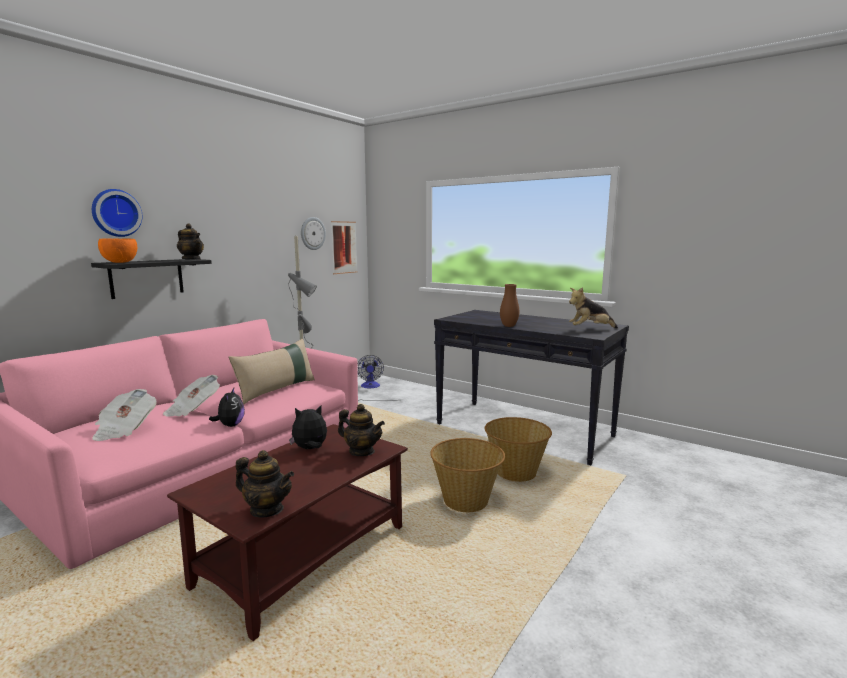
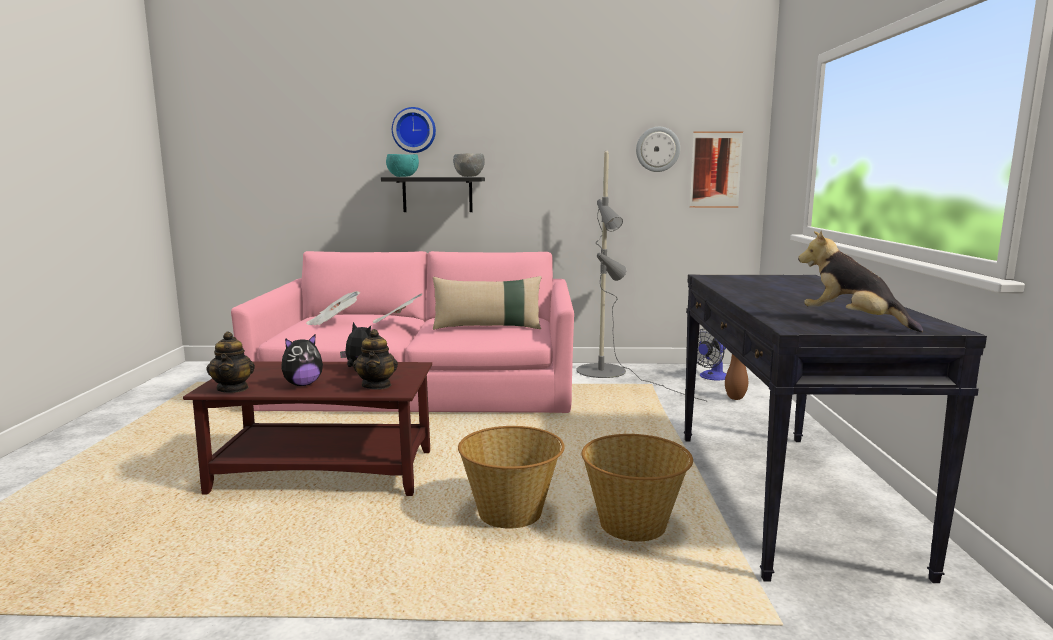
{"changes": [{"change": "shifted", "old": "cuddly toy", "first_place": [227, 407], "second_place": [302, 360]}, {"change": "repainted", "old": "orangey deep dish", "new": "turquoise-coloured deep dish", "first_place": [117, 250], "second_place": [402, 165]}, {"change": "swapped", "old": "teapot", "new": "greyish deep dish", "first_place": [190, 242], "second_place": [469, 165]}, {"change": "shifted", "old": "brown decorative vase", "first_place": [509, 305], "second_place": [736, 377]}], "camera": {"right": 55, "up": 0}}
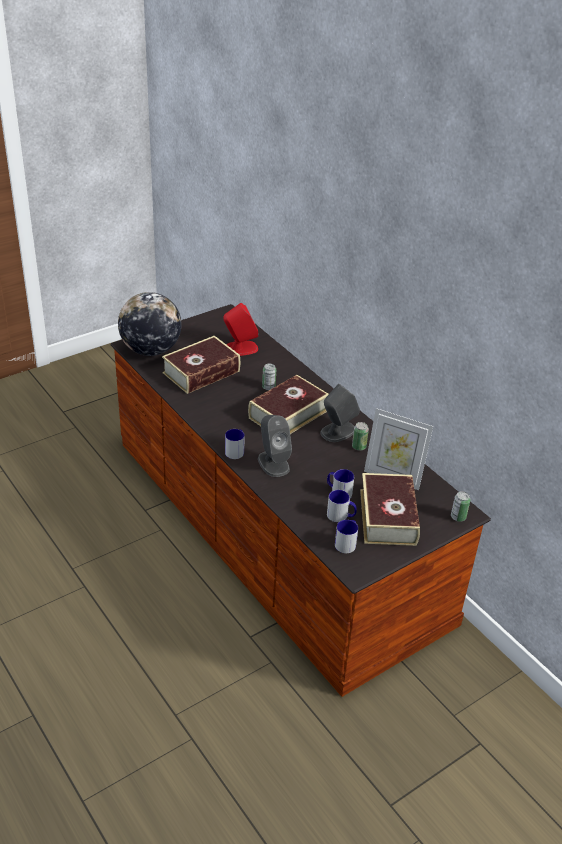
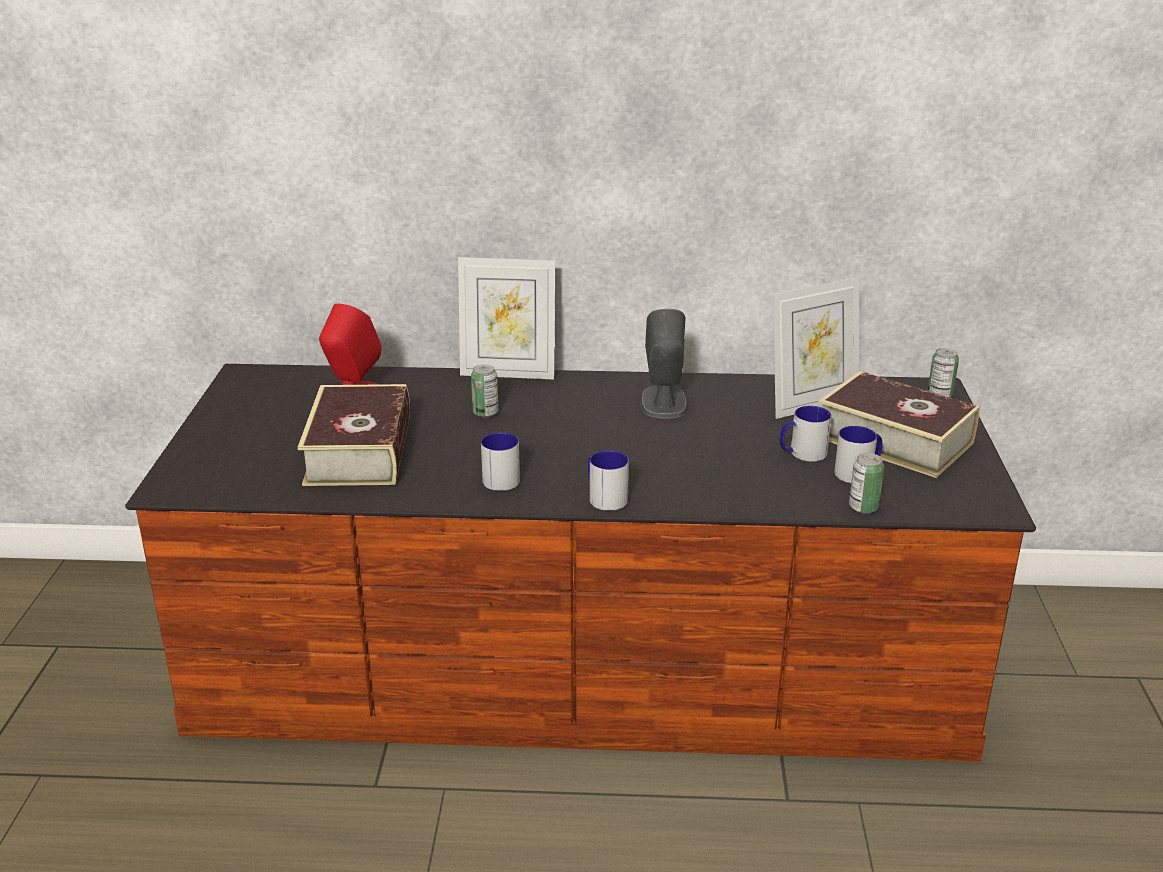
{"changes": [{"change": "new", "new": "standing frame", "second_place": [506, 318]}, {"change": "shifted", "old": "mug", "first_place": [346, 536], "second_place": [500, 461]}, {"change": "shifted", "old": "metal can", "first_place": [360, 436], "second_place": [866, 483]}, {"change": "gone", "old": "desk globe", "first_place": [149, 324]}, {"change": "gone", "old": "book", "first_place": [288, 404]}, {"change": "gone", "old": "greyish loudspeaker", "first_place": [275, 446]}], "camera": {"right": -50, "up": -10}}
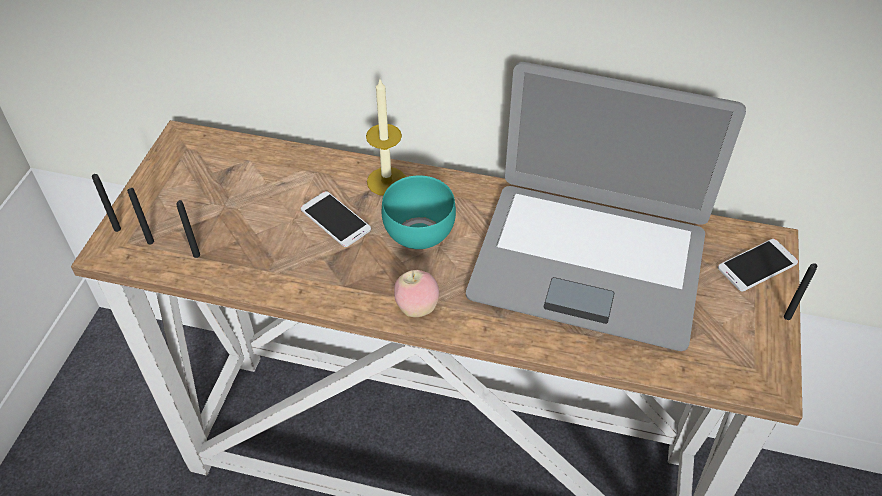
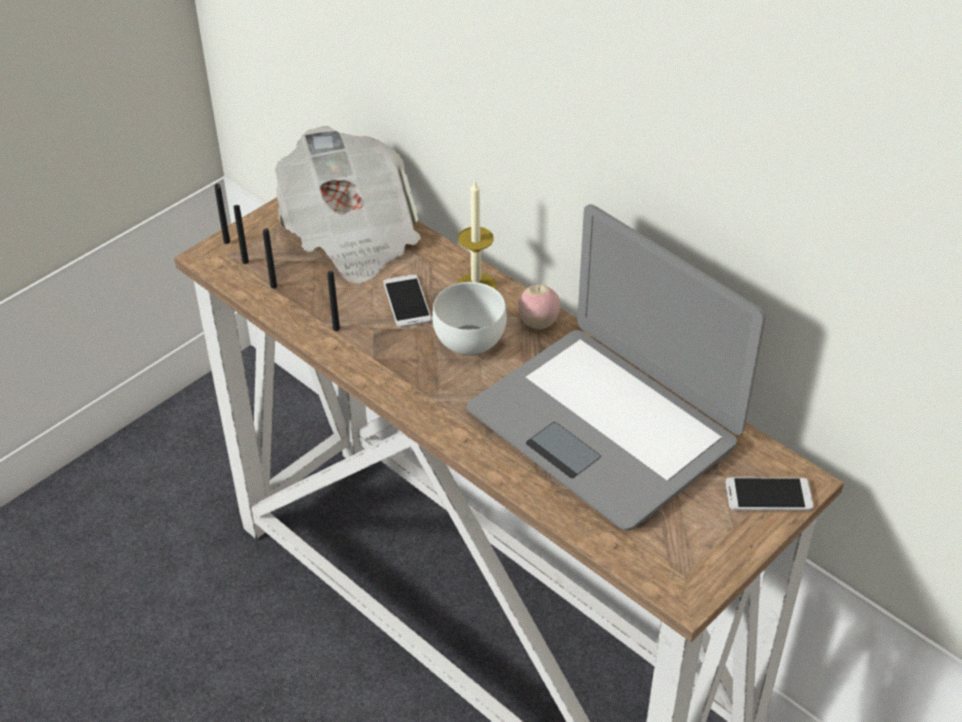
{"changes": [{"change": "new", "new": "newspaper", "second_place": [348, 205]}, {"change": "shifted", "old": "blackish wax candle", "first_place": [801, 291], "second_place": [333, 301]}, {"change": "repainted", "old": "turquoise-coloured deep dish", "new": "white-coloured deep dish", "first_place": [419, 212], "second_place": [469, 319]}, {"change": "shifted", "old": "whole apple", "first_place": [416, 293], "second_place": [539, 307]}], "camera": {"right": 30, "up": -5}}
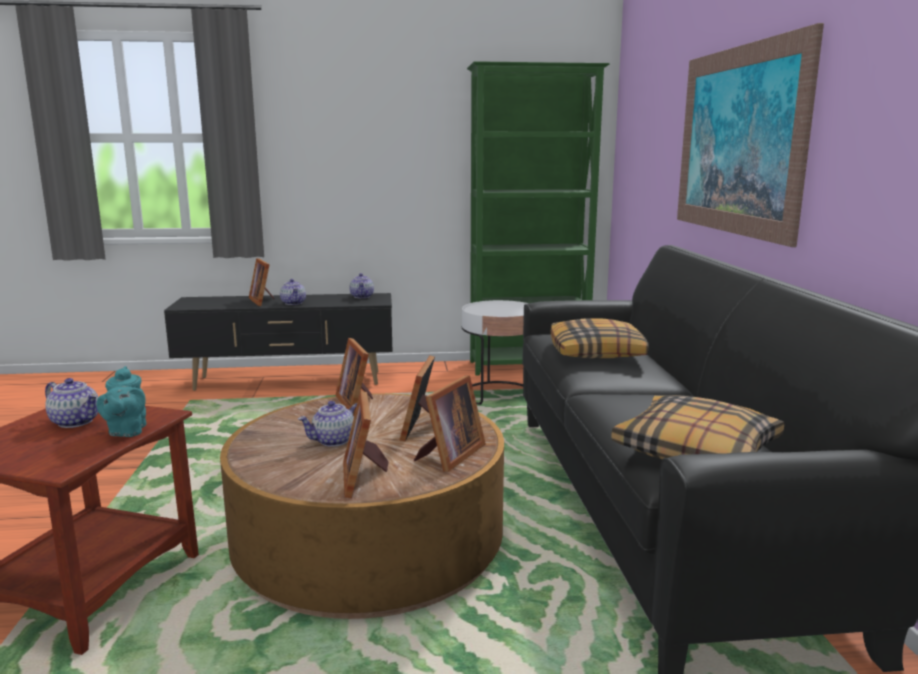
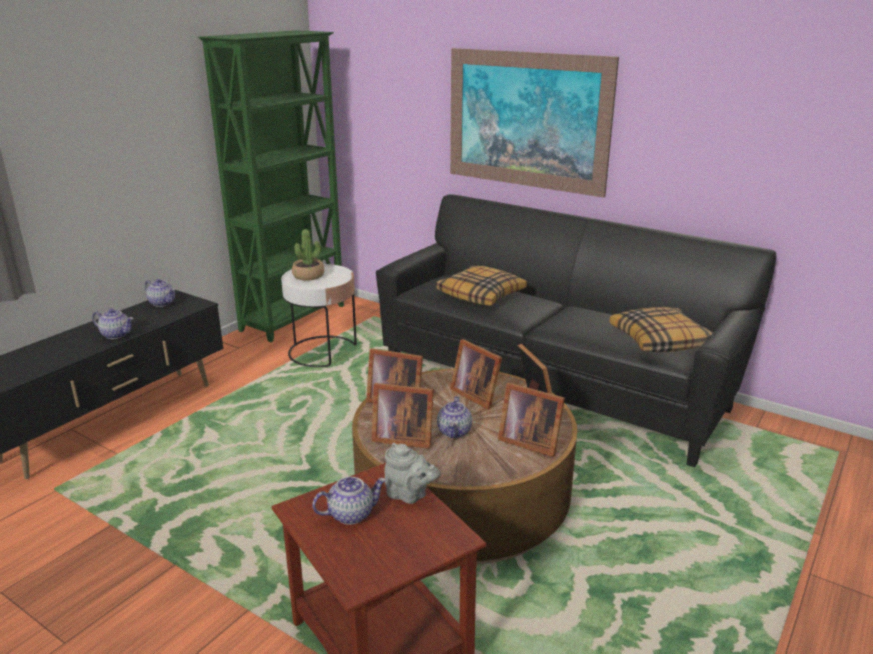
{"changes": [{"change": "new", "new": "potted plant", "second_place": [308, 255]}, {"change": "shifted", "old": "standing frame", "first_place": [261, 282], "second_place": [403, 416]}, {"change": "repainted", "old": "turquoise-coloured teapot", "new": "greyish teapot", "first_place": [121, 401], "second_place": [412, 473]}], "camera": {"right": -50, "up": 10}}
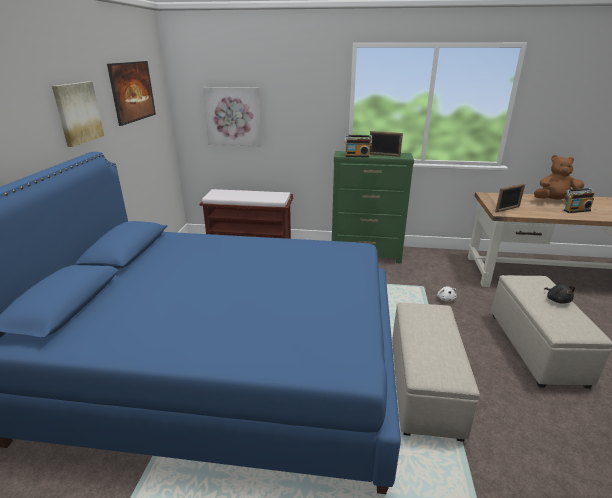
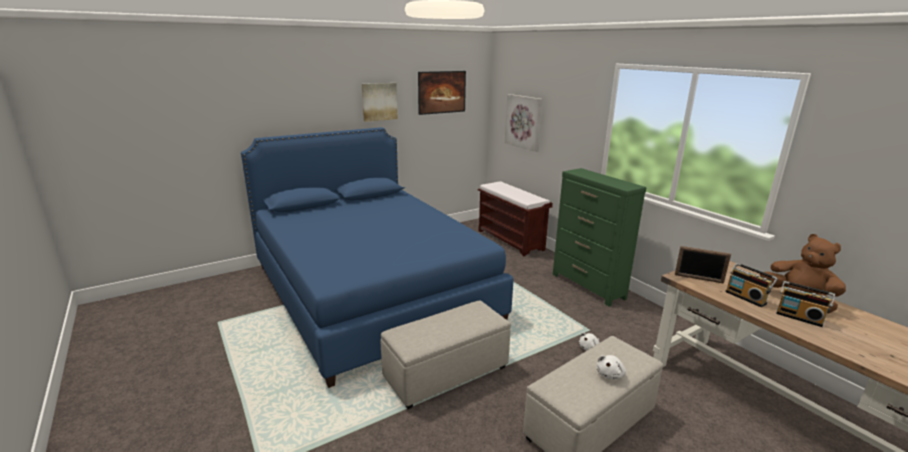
{"changes": [{"change": "repainted", "old": "blackish cuddly toy", "new": "white-coloured cuddly toy", "first_place": [559, 294], "second_place": [611, 367]}, {"change": "shifted", "old": "radio set", "first_place": [358, 146], "second_place": [751, 285]}, {"change": "gone", "old": "standing frame", "first_place": [386, 144]}], "camera": {"right": 50, "up": -5}}
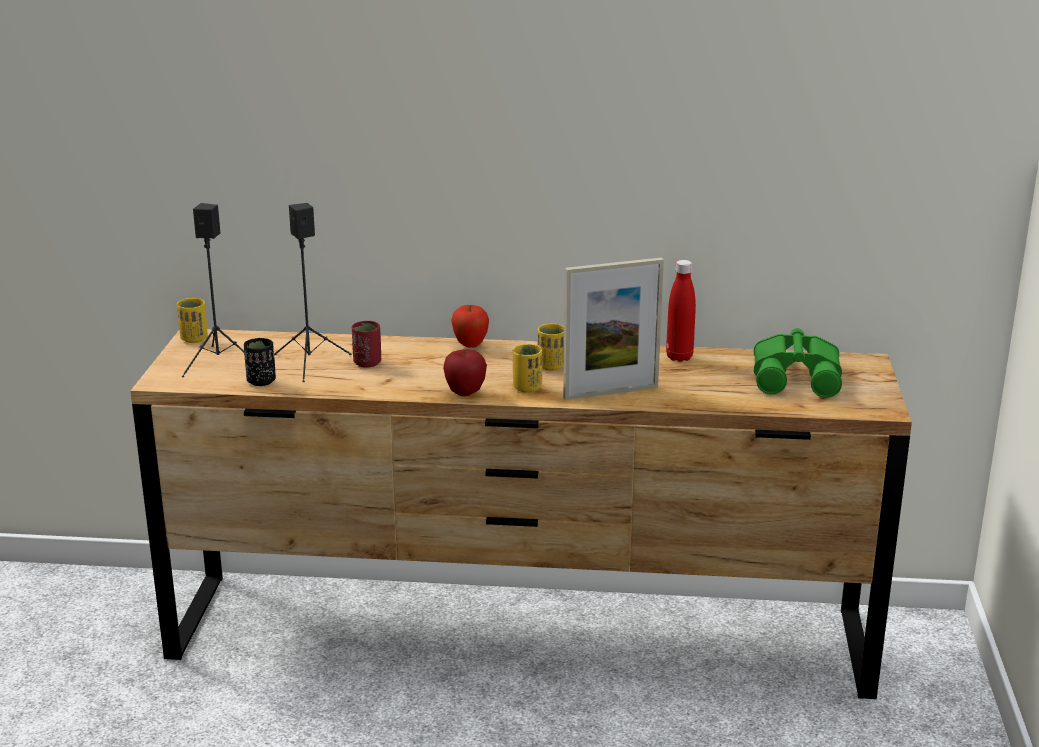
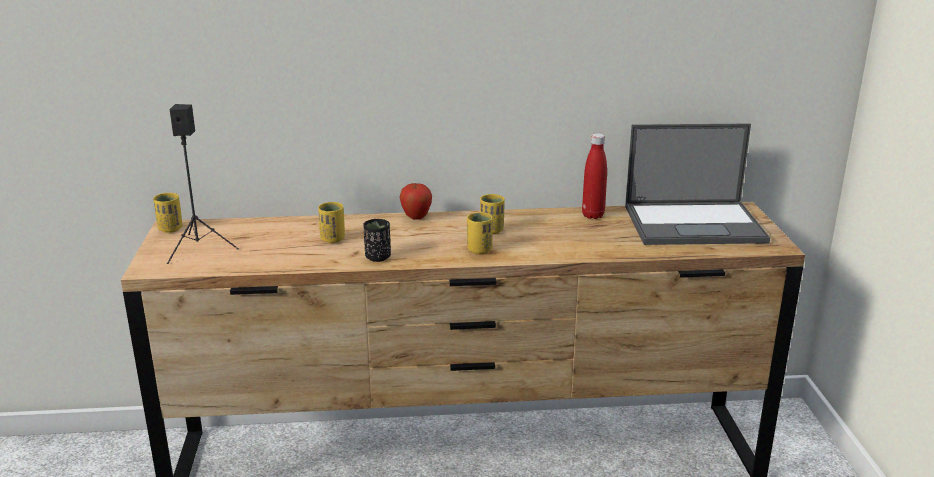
{"changes": [{"change": "repainted", "old": "reddish cup", "new": "yellowish cup", "first_place": [366, 344], "second_place": [331, 222]}, {"change": "shifted", "old": "blackish cup", "first_place": [260, 362], "second_place": [377, 240]}, {"change": "swapped", "old": "greenish pair of binoculars", "new": "notebook computer", "first_place": [798, 363], "second_place": [697, 184]}, {"change": "gone", "old": "blackish loudspeaker", "first_place": [313, 292]}, {"change": "gone", "old": "whole apple", "first_place": [465, 372]}, {"change": "gone", "old": "standing frame", "first_place": [613, 329]}], "camera": {"right": -10, "up": 0}}
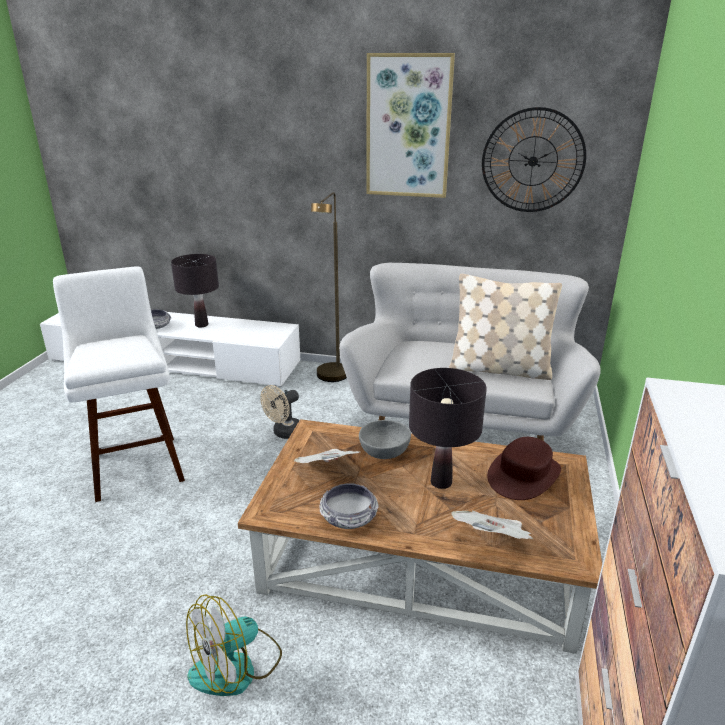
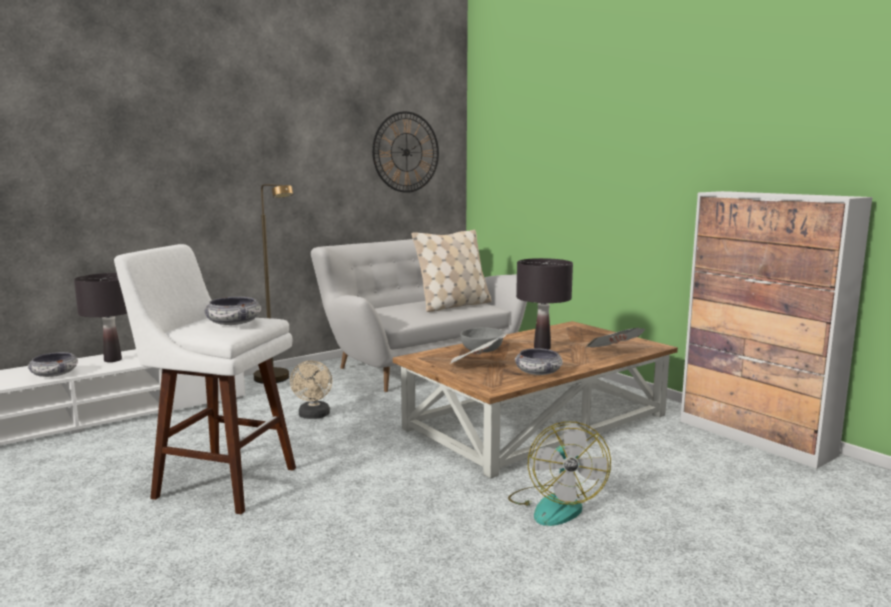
{"changes": [{"change": "new", "new": "deep dish", "second_place": [232, 311]}, {"change": "gone", "old": "wall art", "first_place": [410, 125]}, {"change": "gone", "old": "brown hat", "first_place": [524, 468]}], "camera": {"right": -50, "up": -15}}
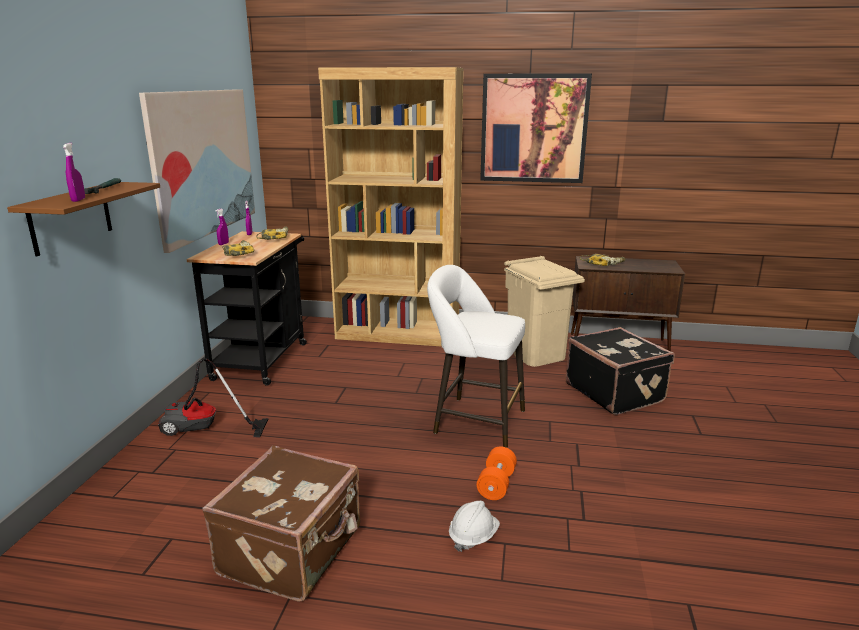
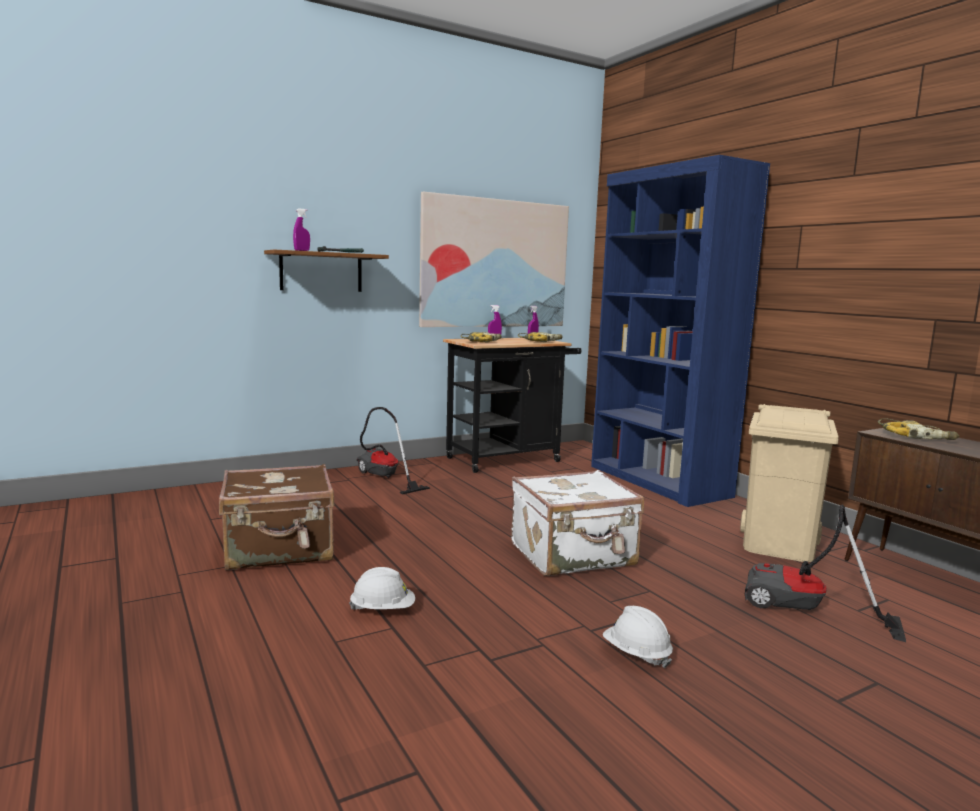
{"changes": [{"change": "swapped", "old": "white-coloured stool", "new": "white-coloured travel case", "first_place": [476, 356], "second_place": [577, 523]}, {"change": "repainted", "old": "brown shelving unit", "new": "bluish shelving unit", "first_place": [391, 207], "second_place": [680, 331]}, {"change": "new", "new": "white-coloured work helmet", "second_place": [638, 637]}, {"change": "swapped", "old": "blackish travel case", "new": "vacuum", "first_place": [620, 371], "second_place": [825, 573]}, {"change": "gone", "old": "orangey dumbbell", "first_place": [497, 473]}, {"change": "gone", "old": "wall art", "first_place": [536, 128]}], "camera": {"right": 50, "up": -10}}
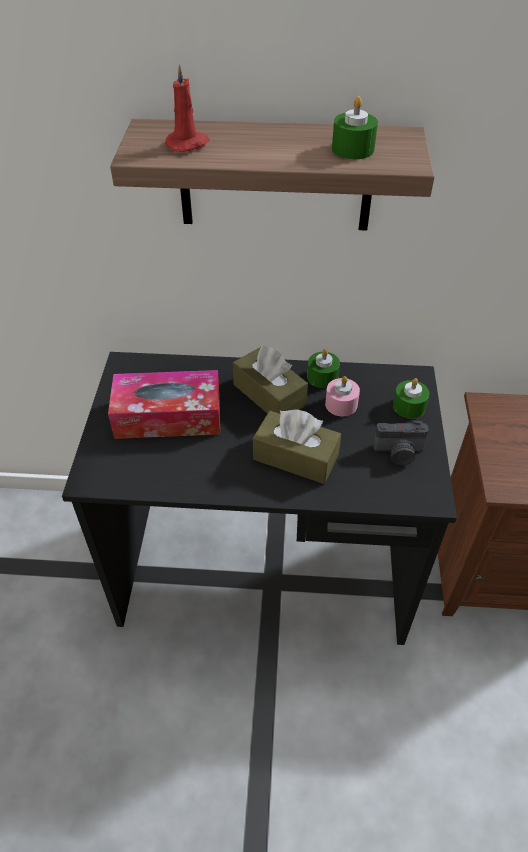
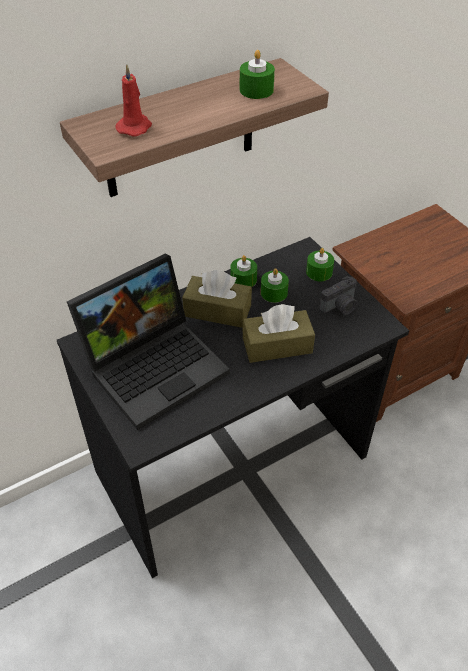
{"changes": [{"change": "swapped", "old": "tissue holder", "new": "notebook computer", "first_place": [164, 404], "second_place": [148, 341]}, {"change": "repainted", "old": "pinkish wax candle", "new": "greenish wax candle", "first_place": [342, 396], "second_place": [275, 285]}], "camera": {"right": -35, "up": 0}}
